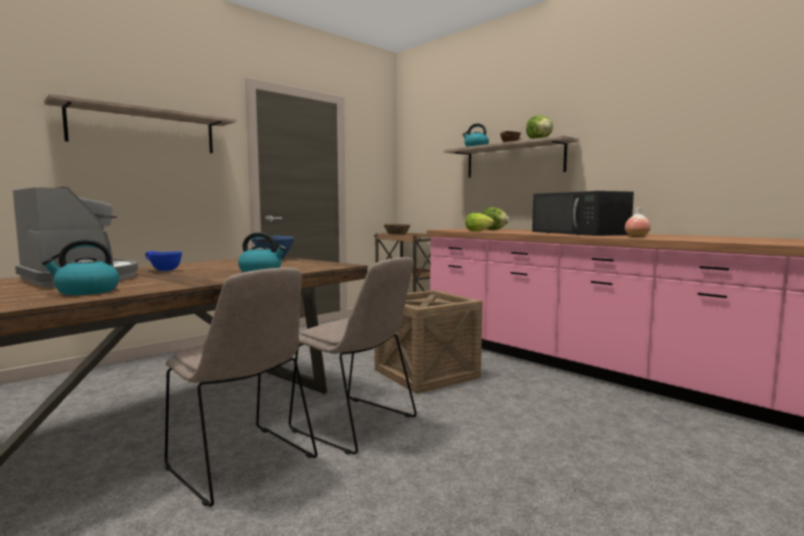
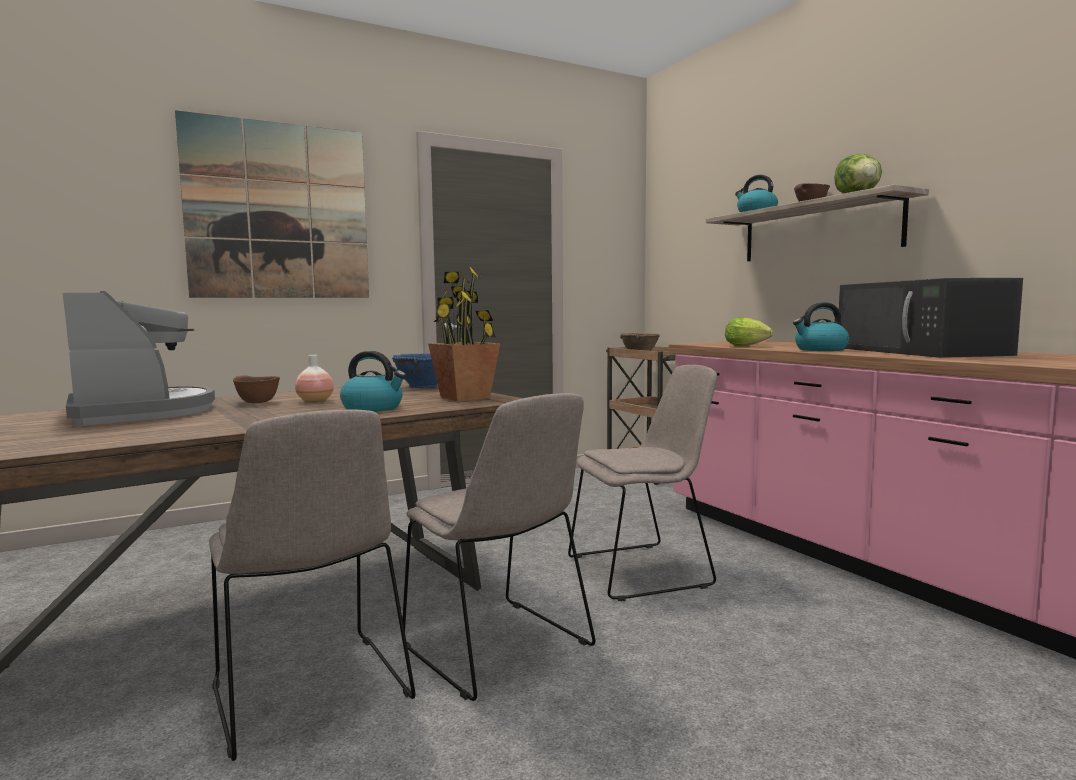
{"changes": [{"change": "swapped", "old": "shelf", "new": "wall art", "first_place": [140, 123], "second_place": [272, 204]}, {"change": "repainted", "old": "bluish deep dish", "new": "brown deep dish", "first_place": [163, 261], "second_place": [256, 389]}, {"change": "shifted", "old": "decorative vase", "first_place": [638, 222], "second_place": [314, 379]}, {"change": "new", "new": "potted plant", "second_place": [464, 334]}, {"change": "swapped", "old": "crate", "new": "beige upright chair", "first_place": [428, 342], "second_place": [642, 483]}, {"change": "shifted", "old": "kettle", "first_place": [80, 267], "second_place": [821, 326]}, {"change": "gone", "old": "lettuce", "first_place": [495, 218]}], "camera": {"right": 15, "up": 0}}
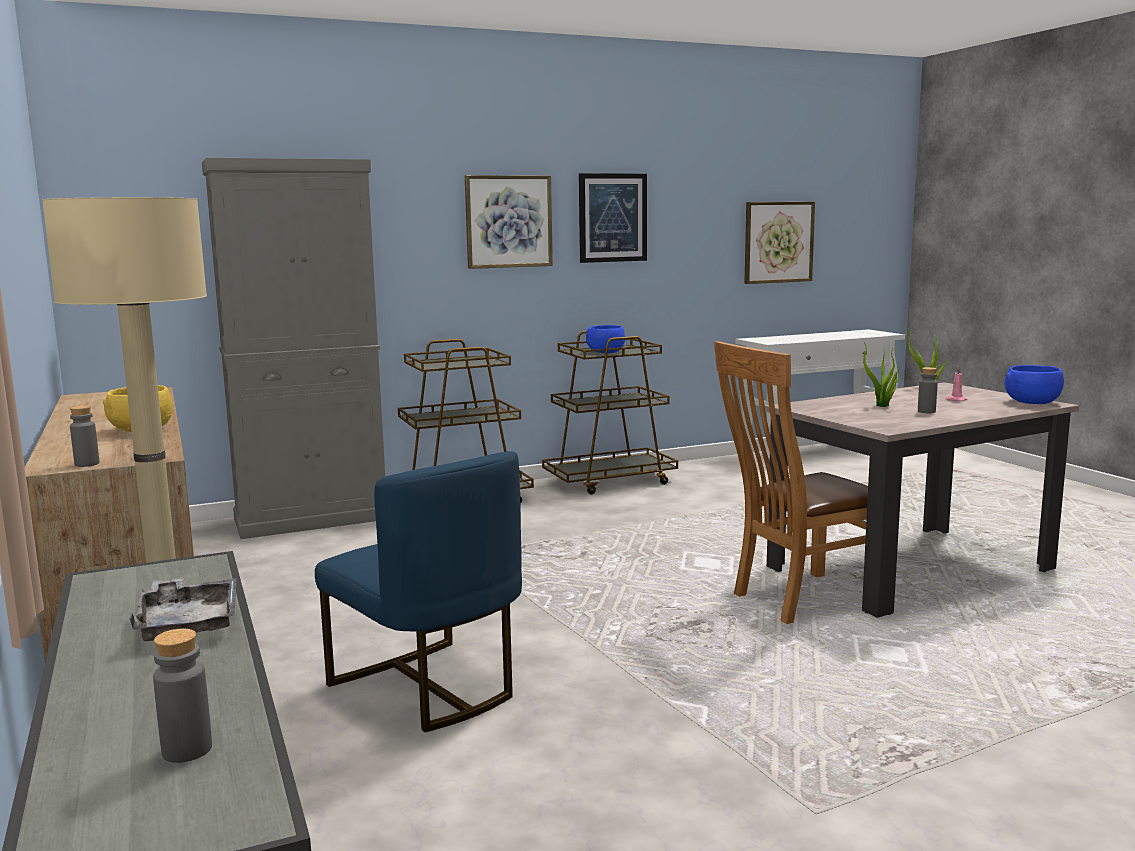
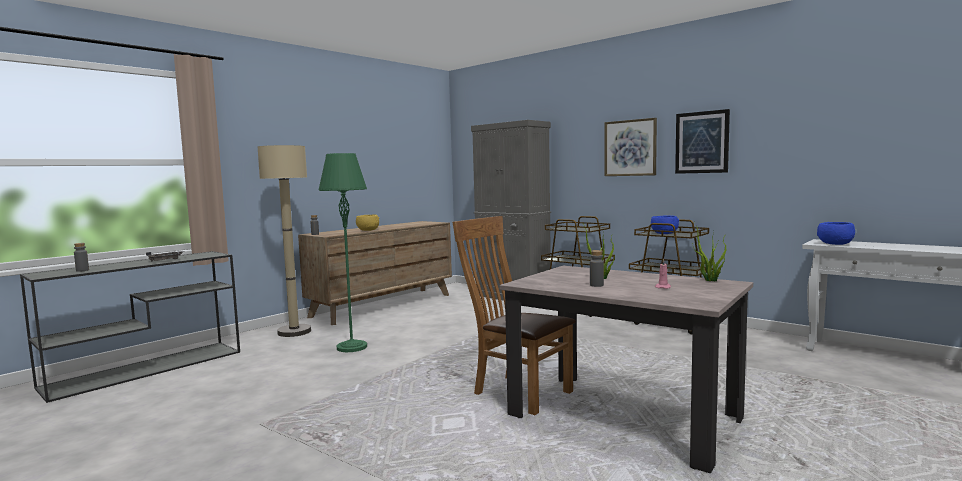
{"changes": [{"change": "swapped", "old": "bluish upright chair", "new": "greenish standing lamp", "first_place": [418, 591], "second_place": [343, 252]}, {"change": "shifted", "old": "bluish deep dish", "first_place": [1034, 384], "second_place": [836, 233]}, {"change": "gone", "old": "wall art", "first_place": [779, 243]}], "camera": {"right": 65, "up": -5}}
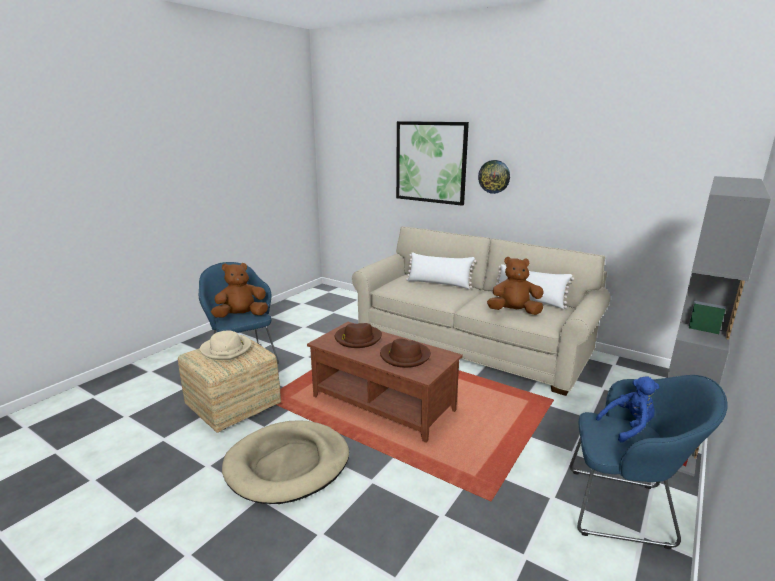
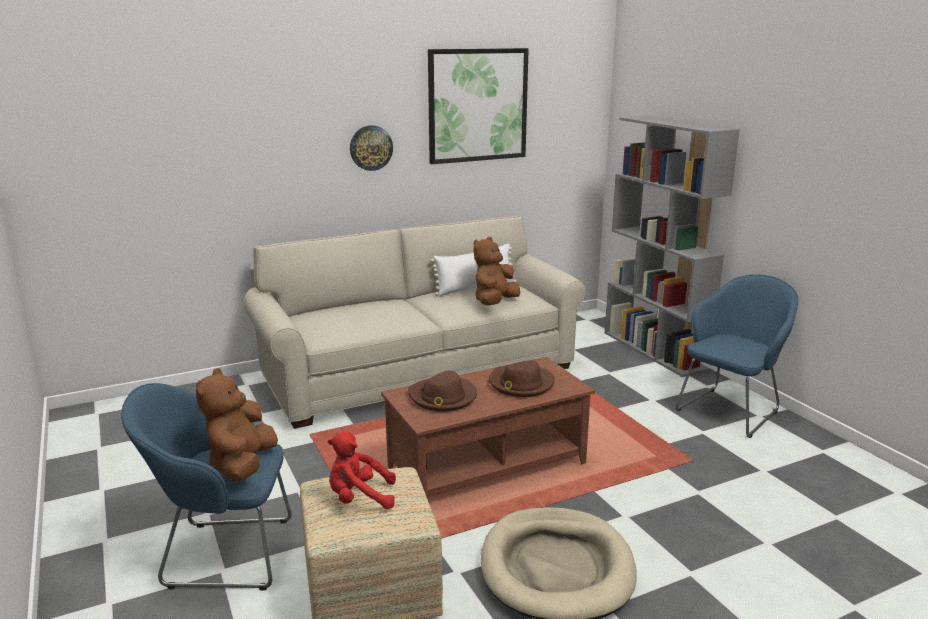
{"changes": [{"change": "swapped", "old": "beige hat", "new": "reddish cuddly toy", "first_place": [226, 345], "second_place": [362, 470]}, {"change": "shifted", "old": "wall art", "first_place": [432, 163], "second_place": [478, 106]}, {"change": "gone", "old": "white-coloured cushion", "first_place": [441, 270]}, {"change": "gone", "old": "bluish cuddly toy", "first_place": [627, 409]}], "camera": {"right": -60, "up": 0}}
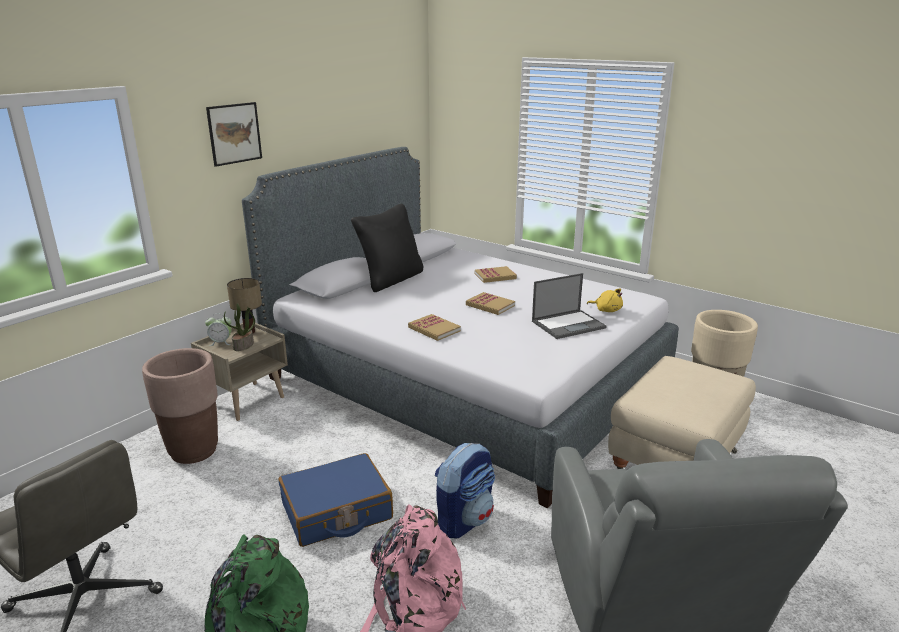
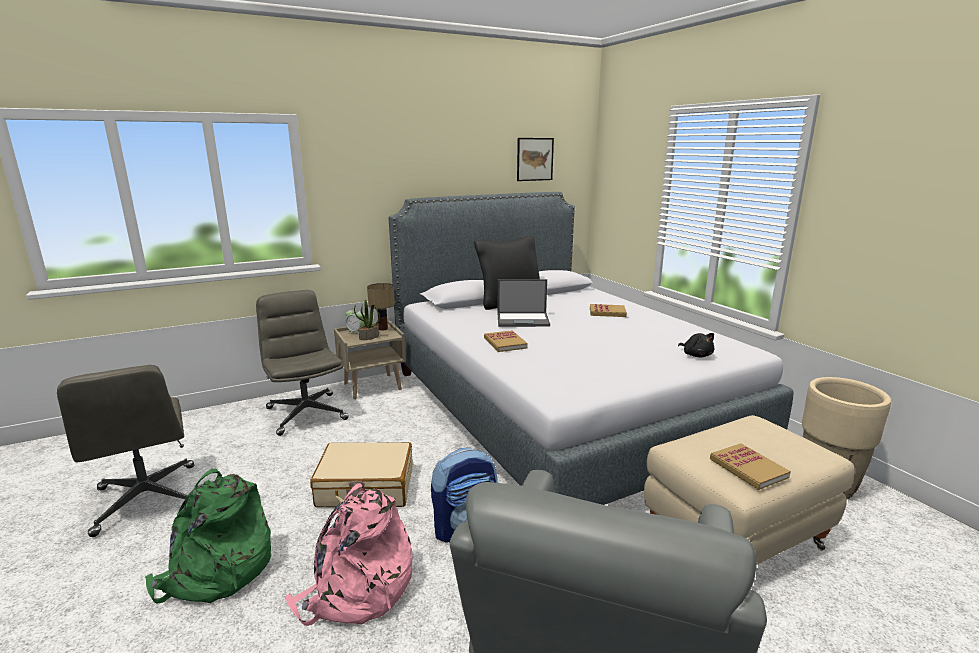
{"changes": [{"change": "swapped", "old": "brown plant pot", "new": "greyish computer chair", "first_place": [180, 406], "second_place": [302, 363]}, {"change": "repainted", "old": "bluish travel case", "new": "beige travel case", "first_place": [336, 500], "second_place": [361, 474]}, {"change": "shifted", "old": "notebook computer", "first_place": [569, 306], "second_place": [524, 303]}, {"change": "shifted", "old": "wall art", "first_place": [234, 134], "second_place": [535, 159]}, {"change": "repainted", "old": "yellowish cuddly toy", "new": "blackish cuddly toy", "first_place": [605, 300], "second_place": [696, 345]}, {"change": "shifted", "old": "book", "first_place": [490, 303], "second_place": [750, 466]}], "camera": {"right": 25, "up": -5}}
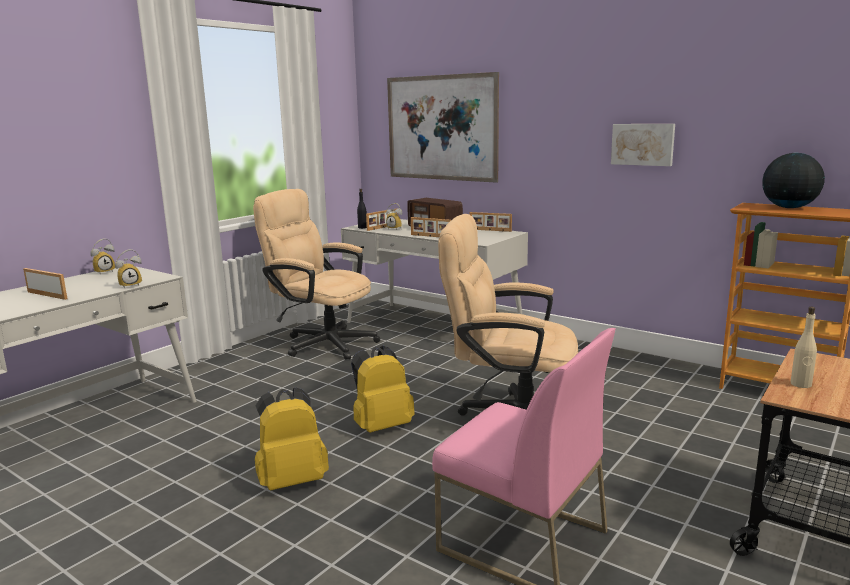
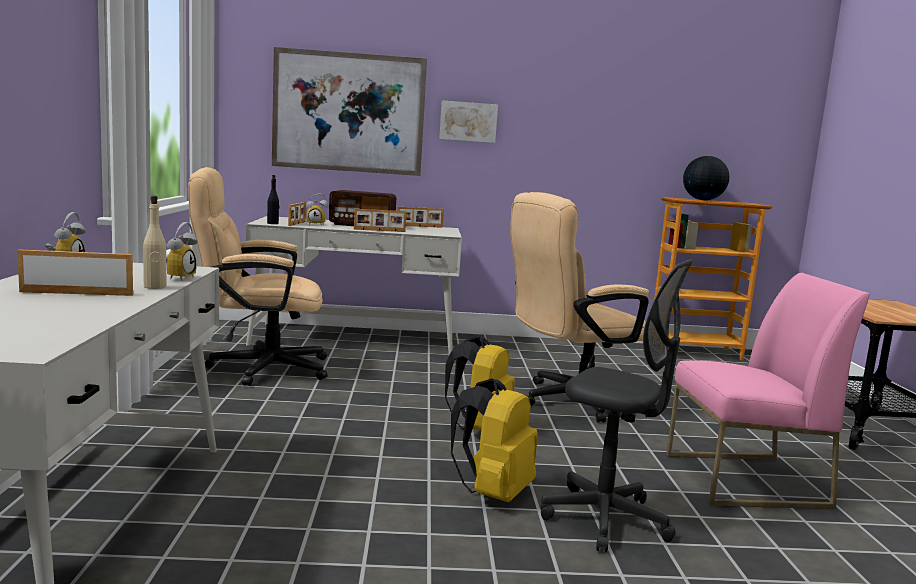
{"changes": [{"change": "shifted", "old": "beige beverage bottle", "first_place": [804, 347], "second_place": [154, 242]}, {"change": "shifted", "old": "wall art", "first_place": [643, 145], "second_place": [468, 121]}, {"change": "new", "new": "greyish computer chair", "second_place": [617, 406]}], "camera": {"right": -40, "up": -5}}
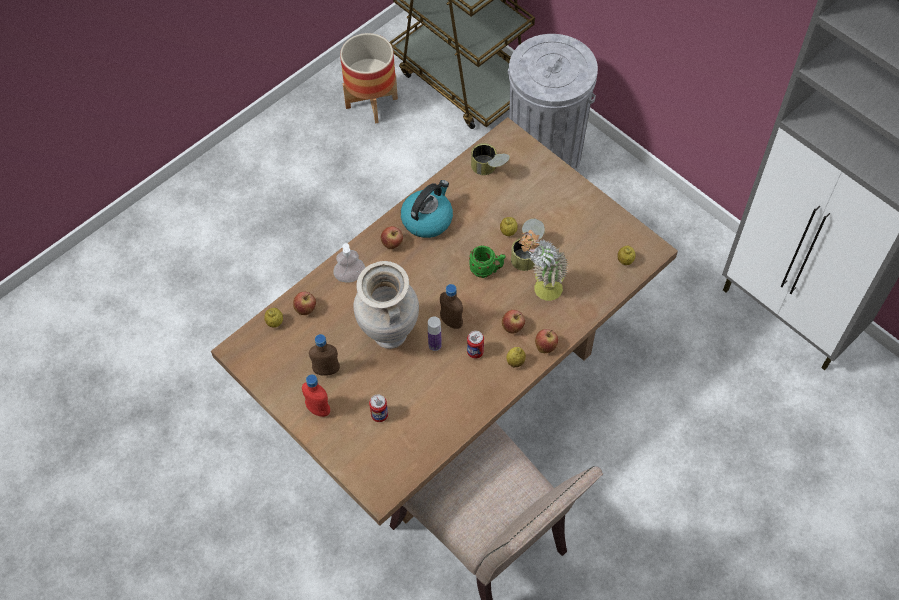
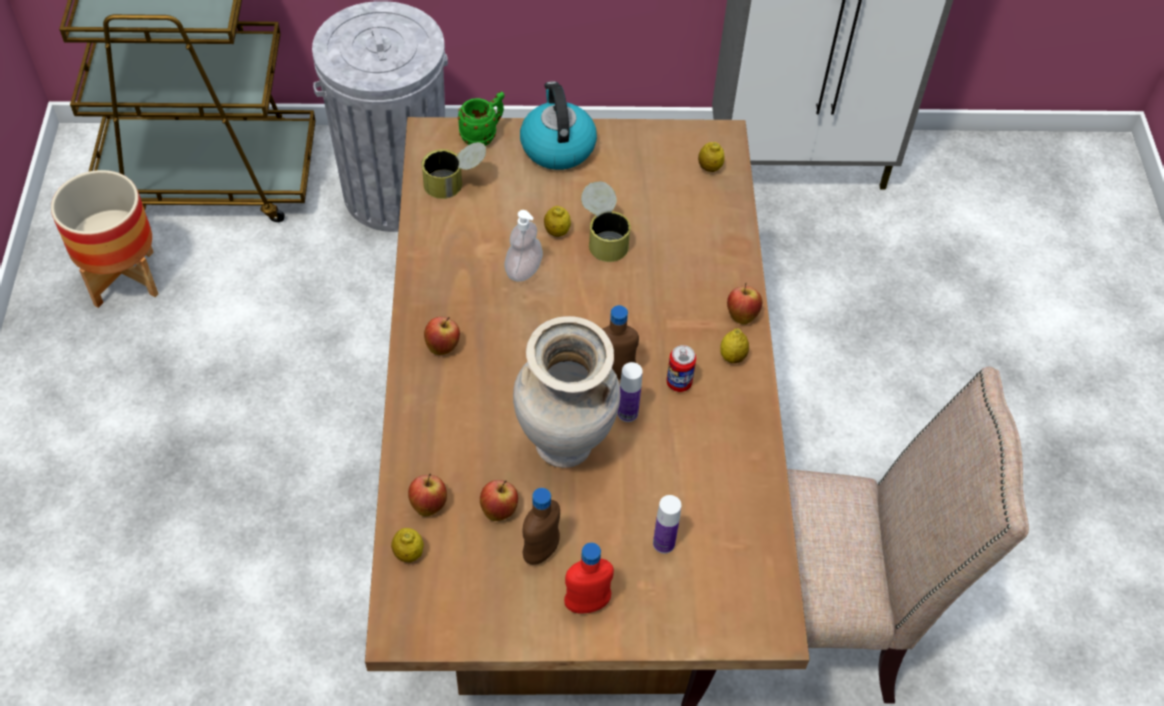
{"changes": [{"change": "shifted", "old": "greenish mug", "first_place": [487, 262], "second_place": [481, 119]}, {"change": "shifted", "old": "whole apple", "first_place": [513, 321], "second_place": [499, 500]}, {"change": "shifted", "old": "soap dispenser", "first_place": [349, 263], "second_place": [523, 246]}, {"change": "shifted", "old": "kettle", "first_place": [427, 209], "second_place": [558, 125]}, {"change": "swapped", "old": "metal can", "new": "beverage bottle", "first_place": [378, 408], "second_place": [667, 524]}, {"change": "gone", "old": "potted plant", "first_place": [543, 265]}], "camera": {"right": -50, "up": -5}}
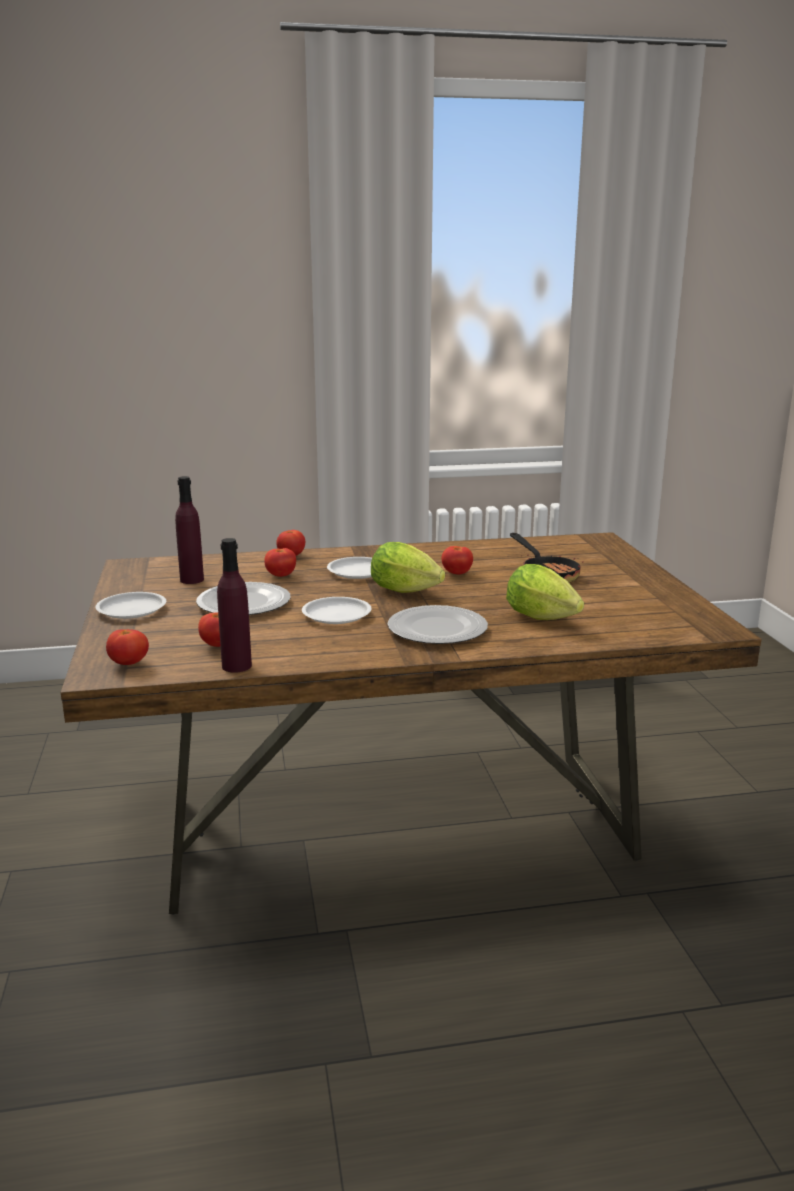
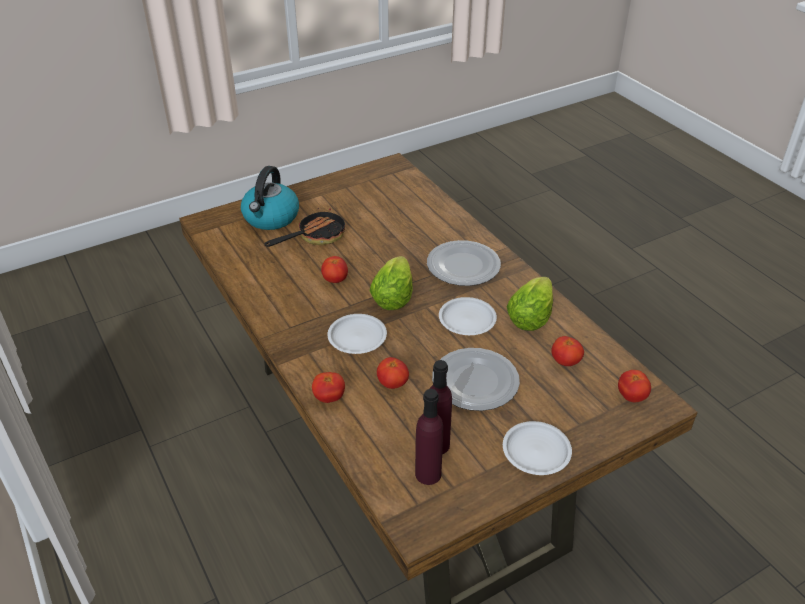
{"changes": [{"change": "new", "new": "kettle", "second_place": [270, 198]}, {"change": "shifted", "old": "purple-coloured beverage bottle", "first_place": [234, 605], "second_place": [429, 437]}, {"change": "shifted", "old": "lettuce", "first_place": [545, 592], "second_place": [530, 304]}], "camera": {"right": -110, "up": 20}}
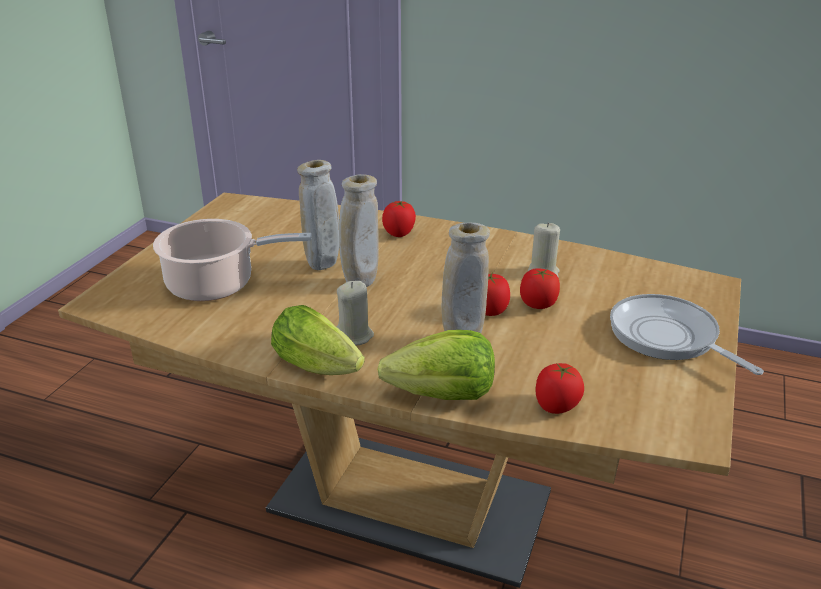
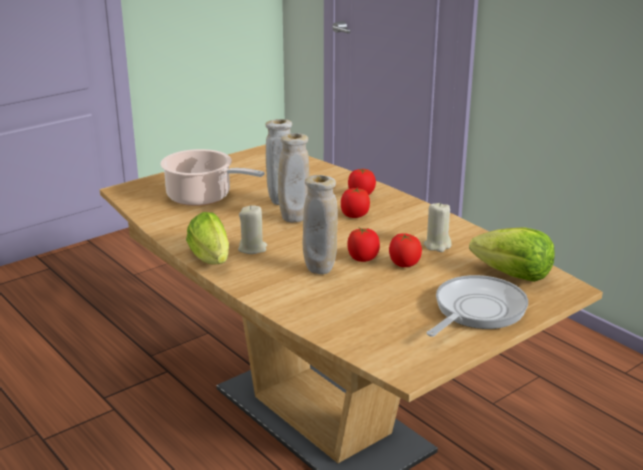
{"changes": [{"change": "shifted", "old": "fresh tomato", "first_place": [559, 388], "second_place": [355, 203]}, {"change": "rotated", "old": "pan", "first_place": [687, 334], "second_place": [477, 306], "degrees": 45}, {"change": "shifted", "old": "lettuce", "first_place": [436, 365], "second_place": [512, 255]}], "camera": {"right": 30, "up": -5}}
